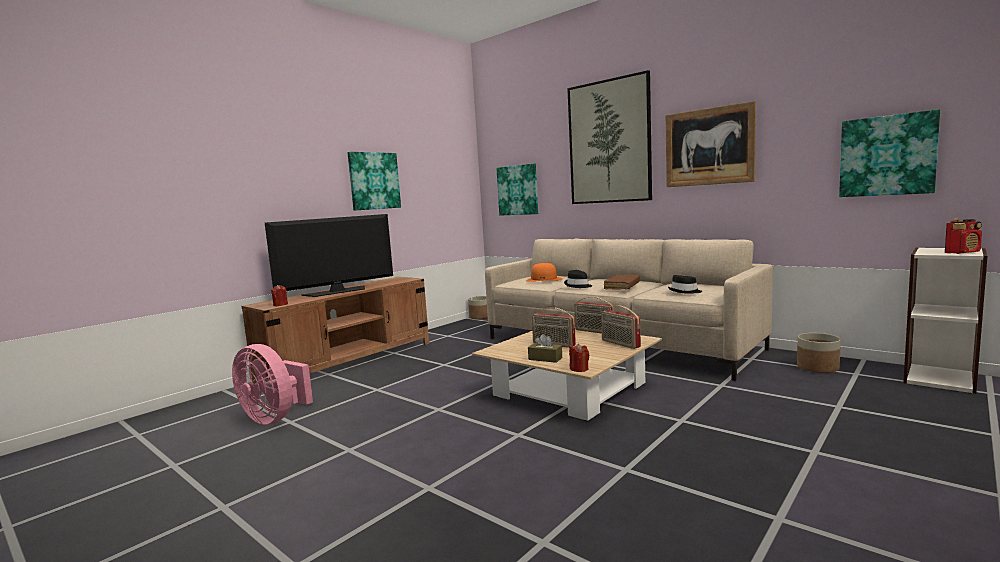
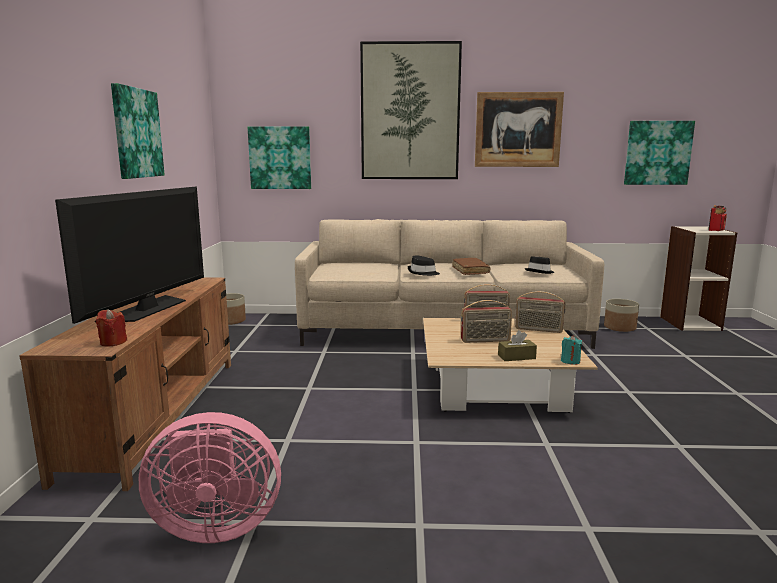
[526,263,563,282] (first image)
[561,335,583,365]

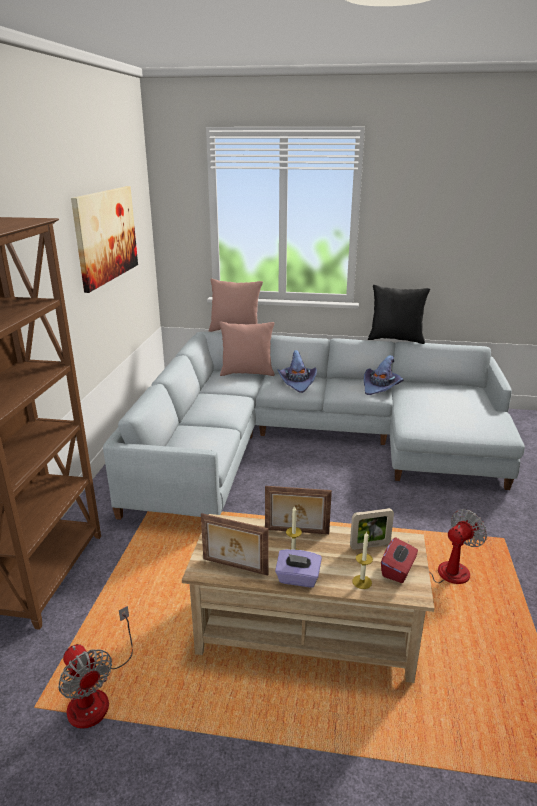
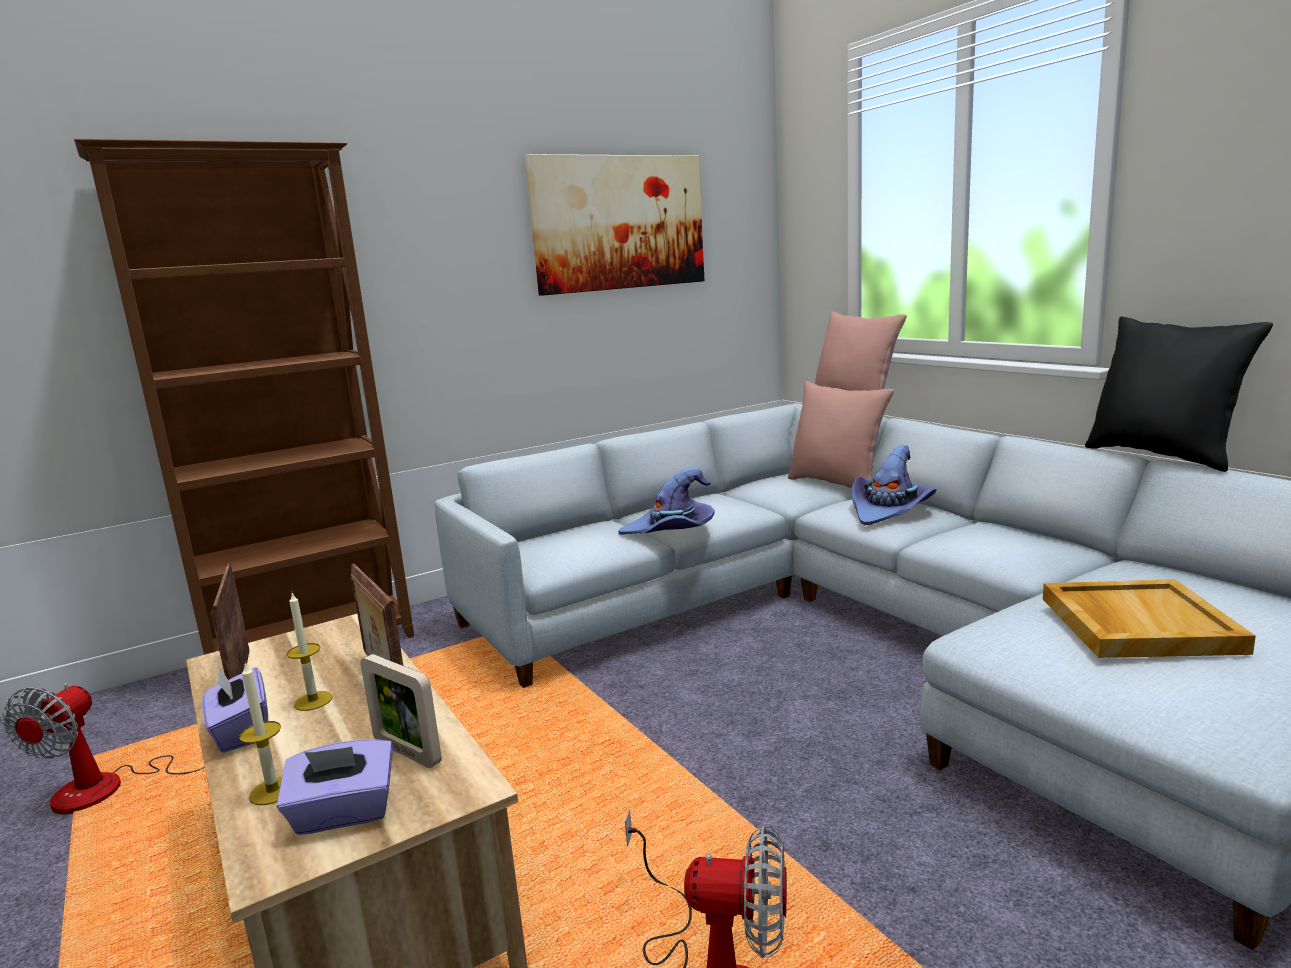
[1043,579,1256,658]
[618,468,715,535]
[277,739,393,835]

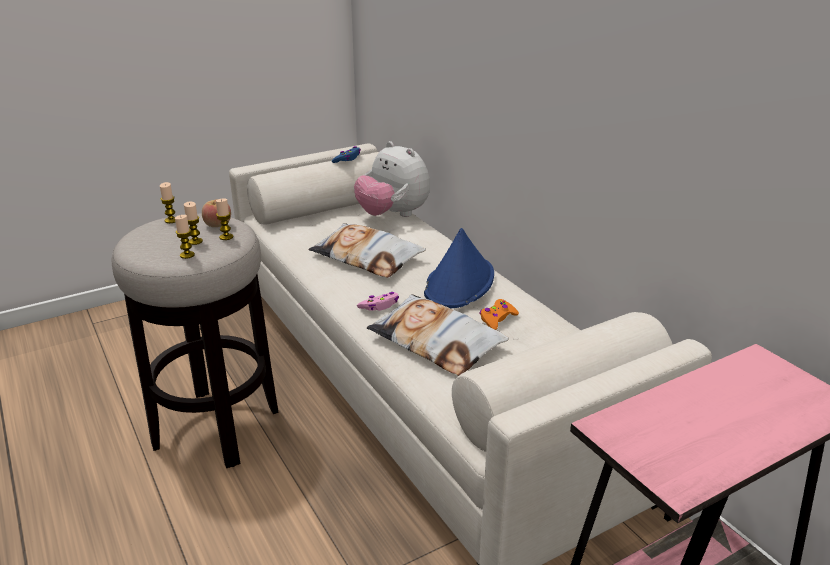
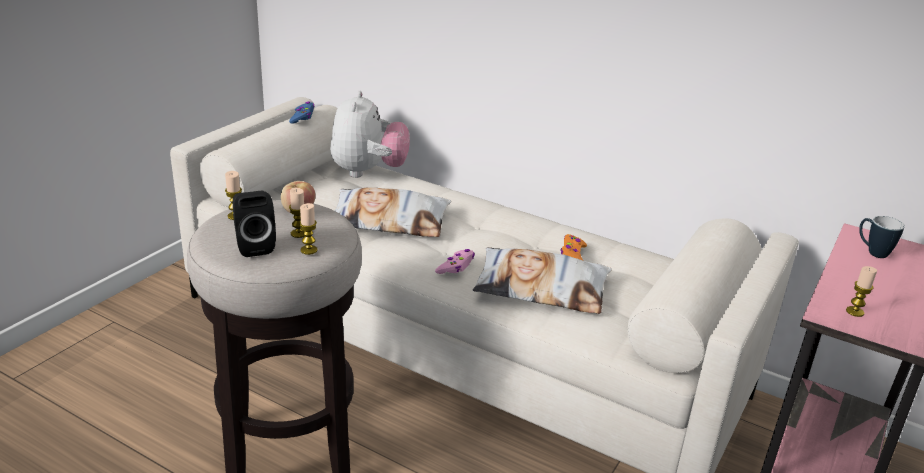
[424,228,494,308] (first image)
[233,191,276,257]
[859,216,905,258]
[846,266,877,317]
[330,91,410,178]

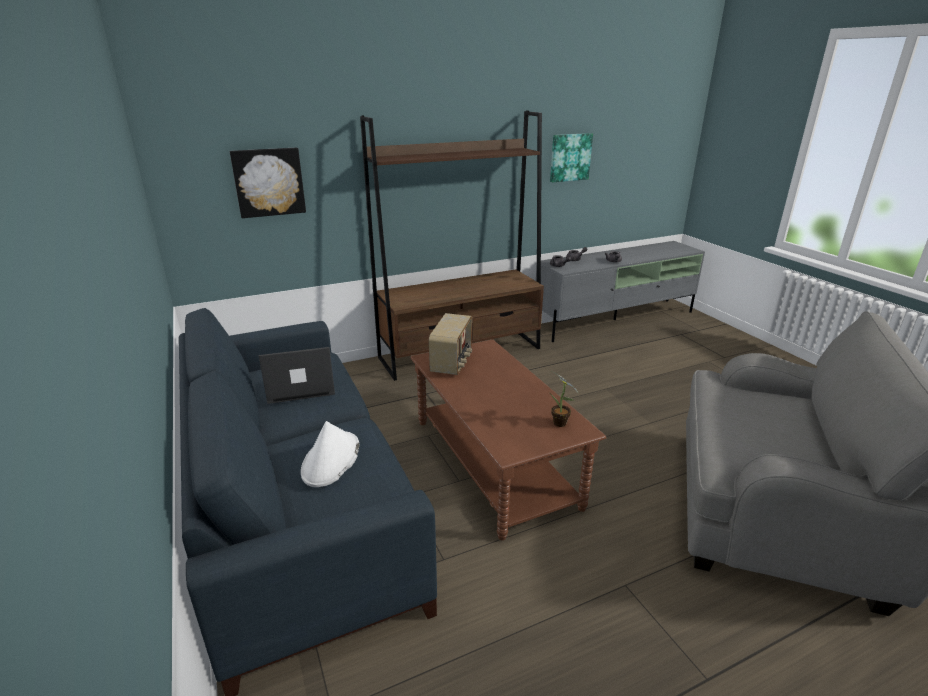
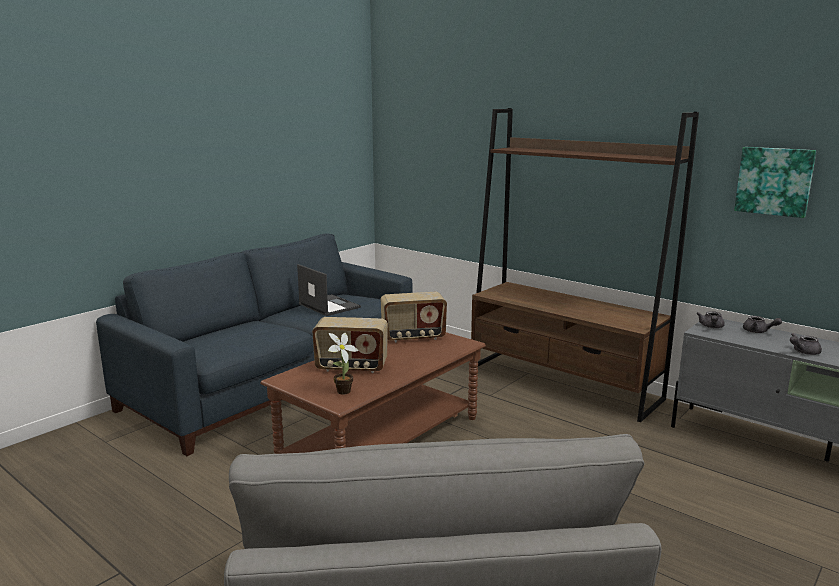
[230,148,306,218] (first image)
[301,421,359,487] (first image)
[312,317,388,373]

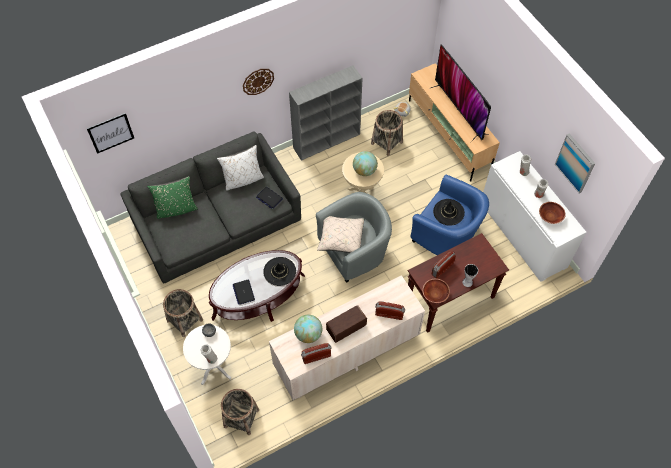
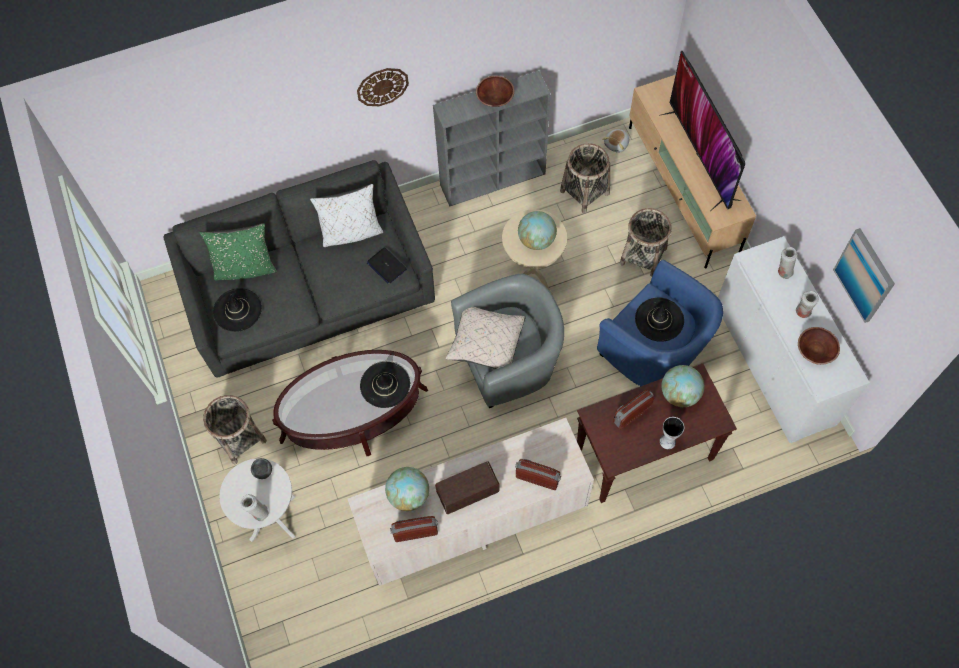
[87,113,134,154] (first image)
[233,280,255,305] (first image)
[213,288,262,332]
[661,365,704,407]
[620,208,672,277]
[476,75,514,107]

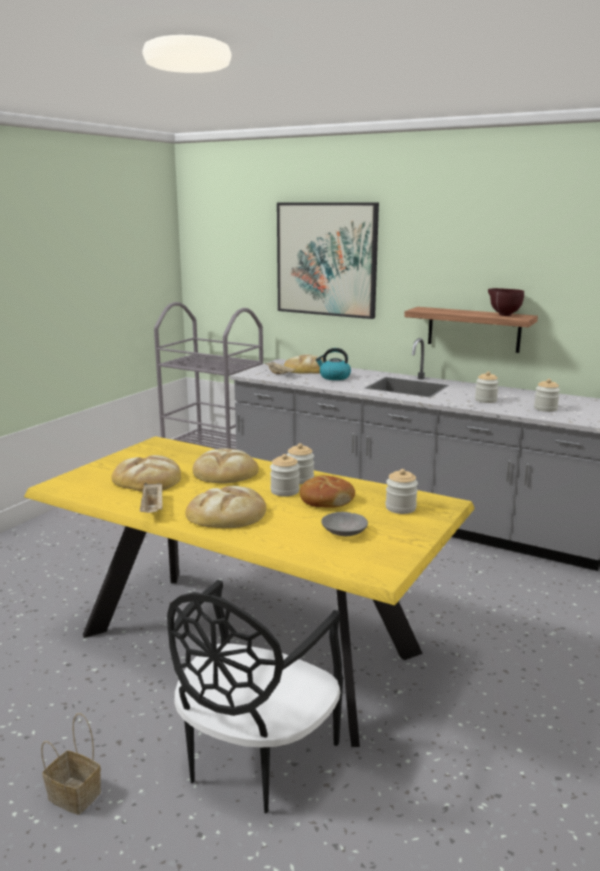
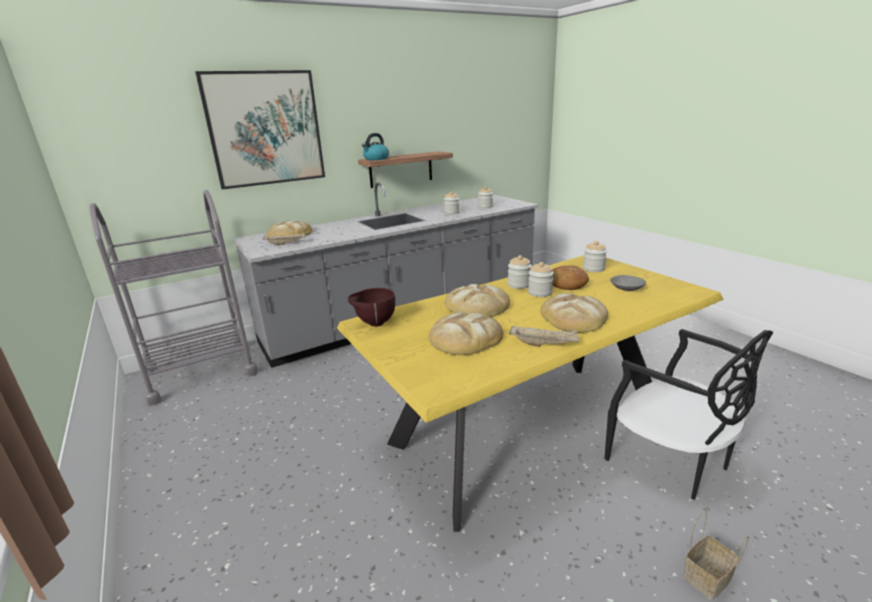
[362,133,389,160]
[348,288,395,327]

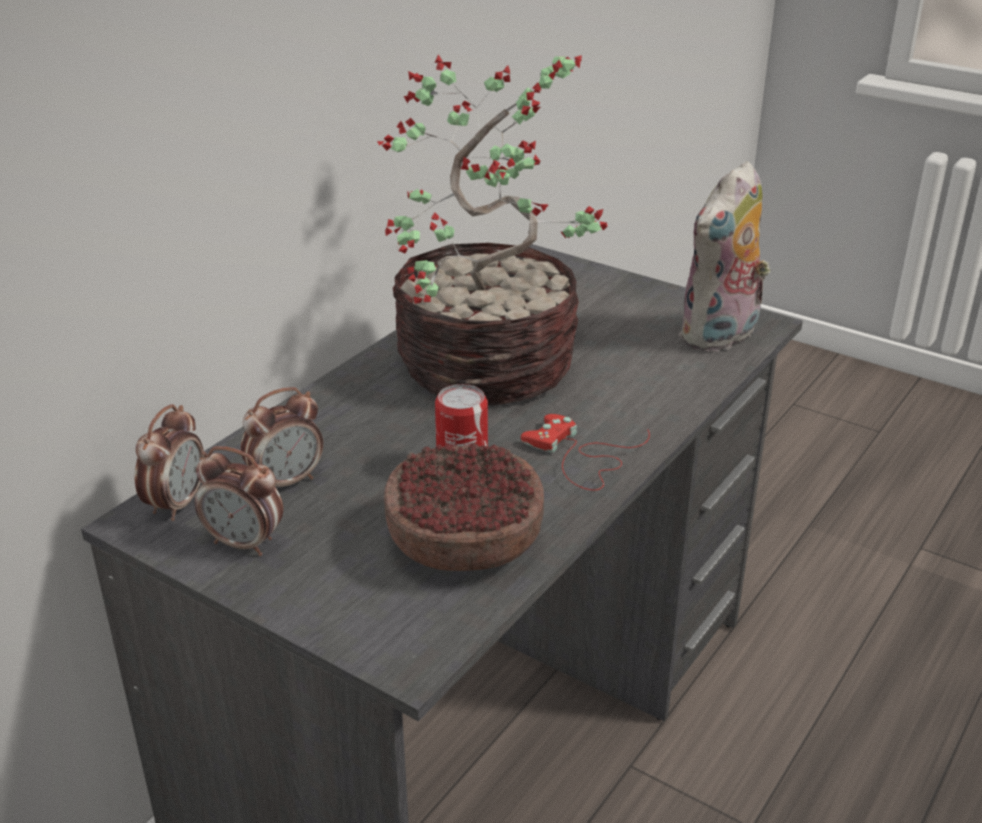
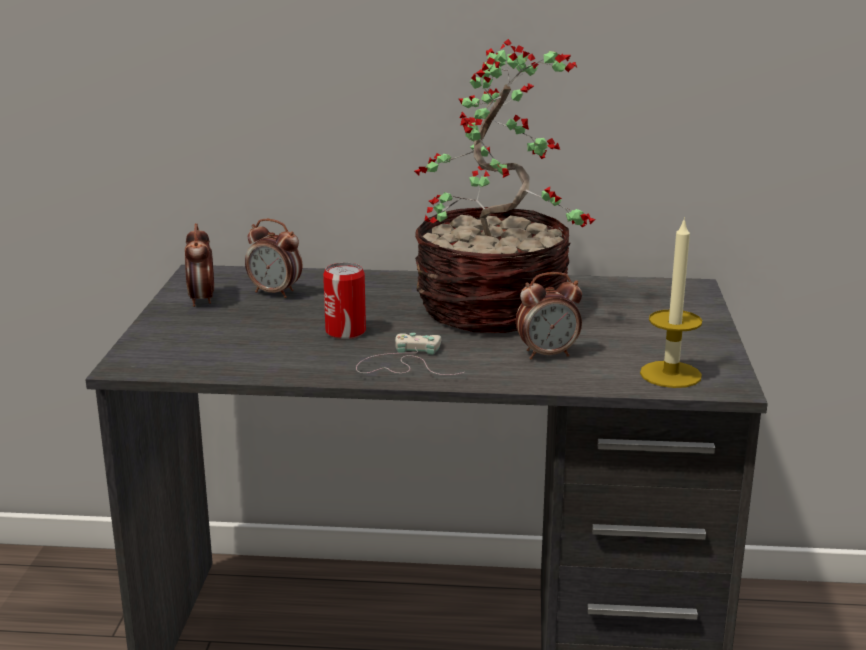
[384,443,544,571] (first image)
[516,272,582,359]
[640,217,702,388]
[356,333,465,375]

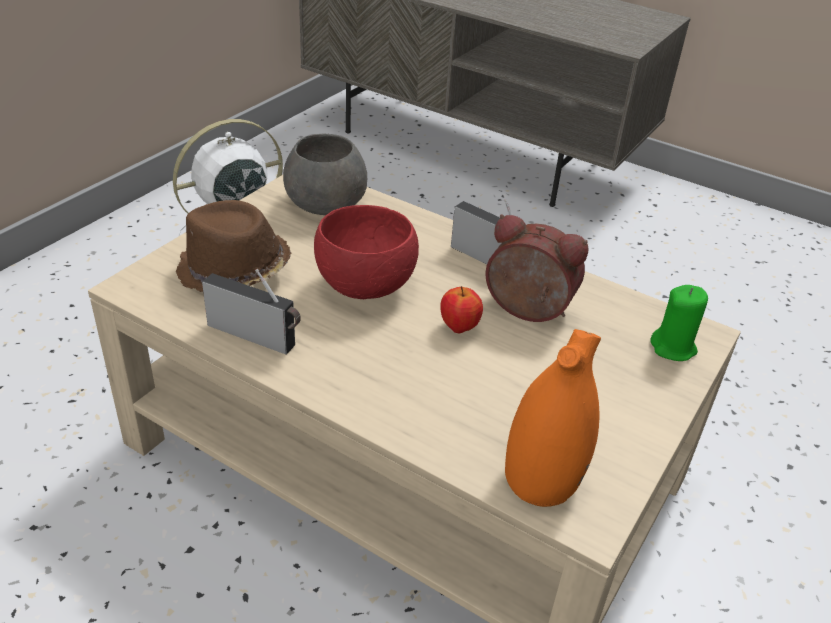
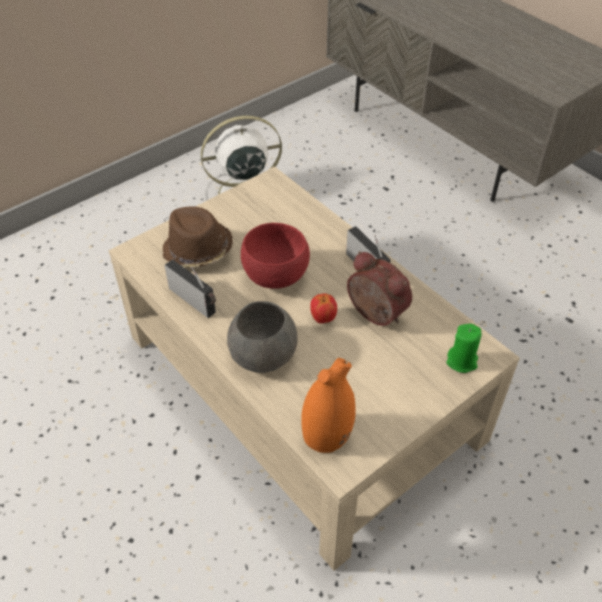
[227,301,298,373]

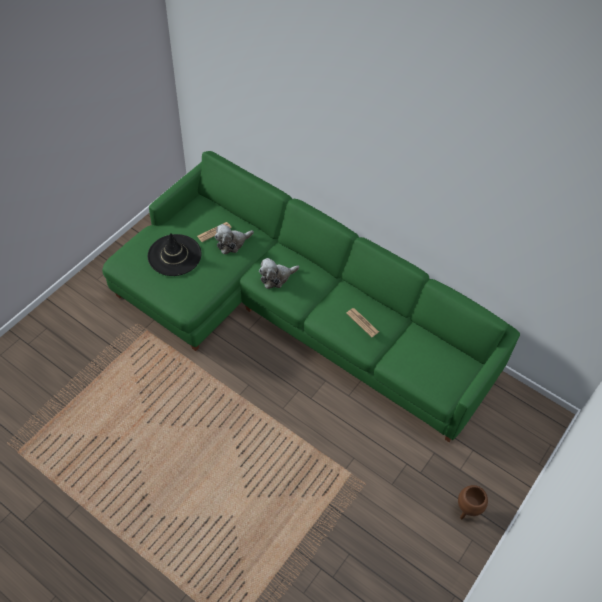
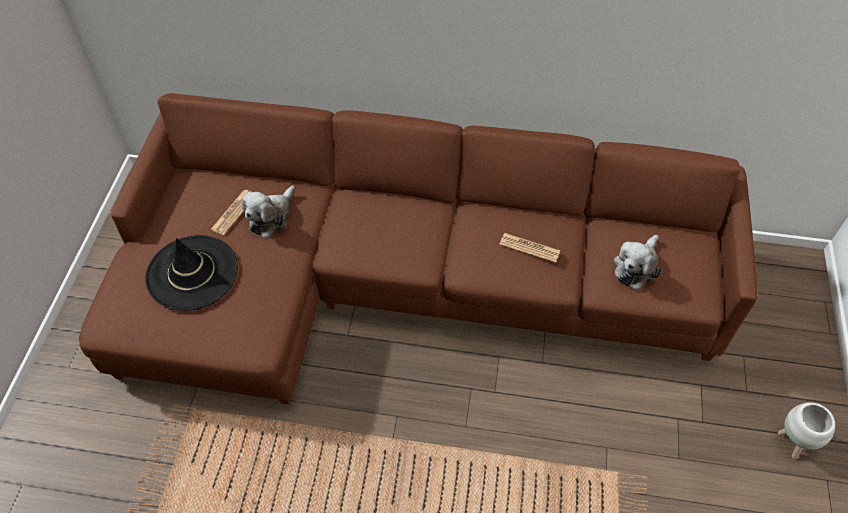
[614,235,661,291]
[79,93,757,405]
[778,402,835,459]

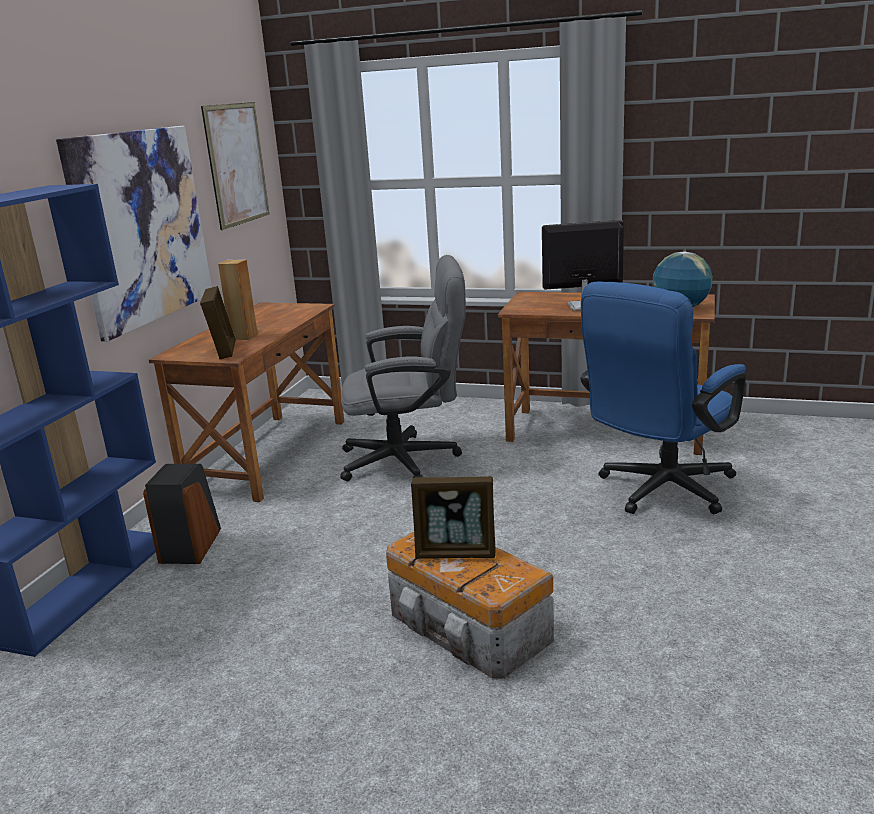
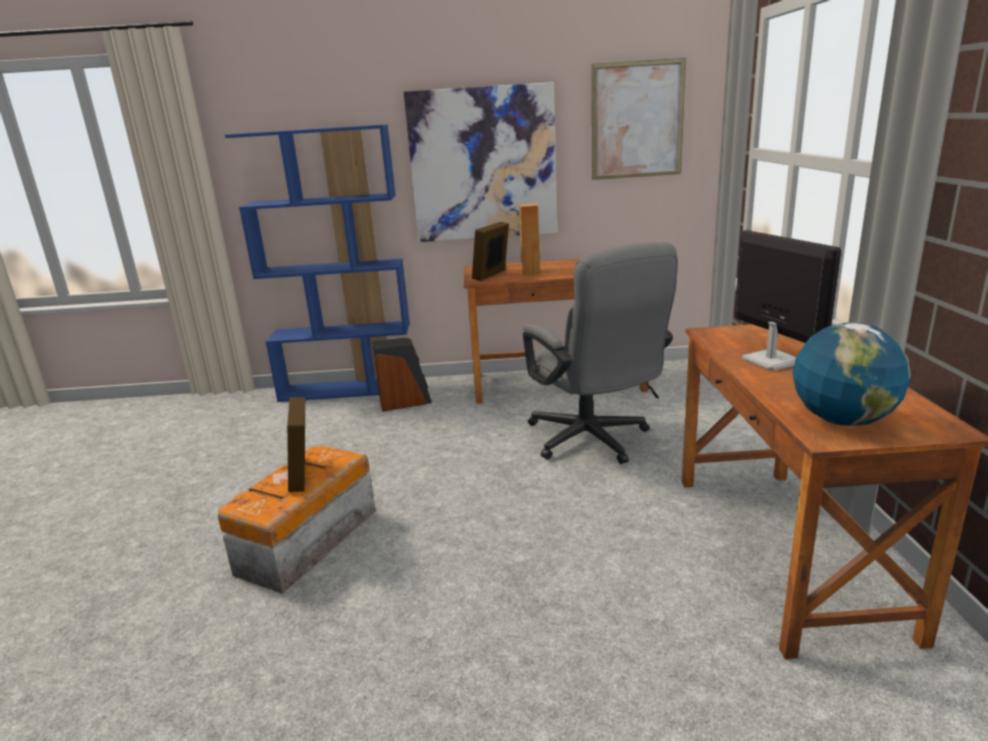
[581,281,746,514] (first image)
[472,222,509,281]

